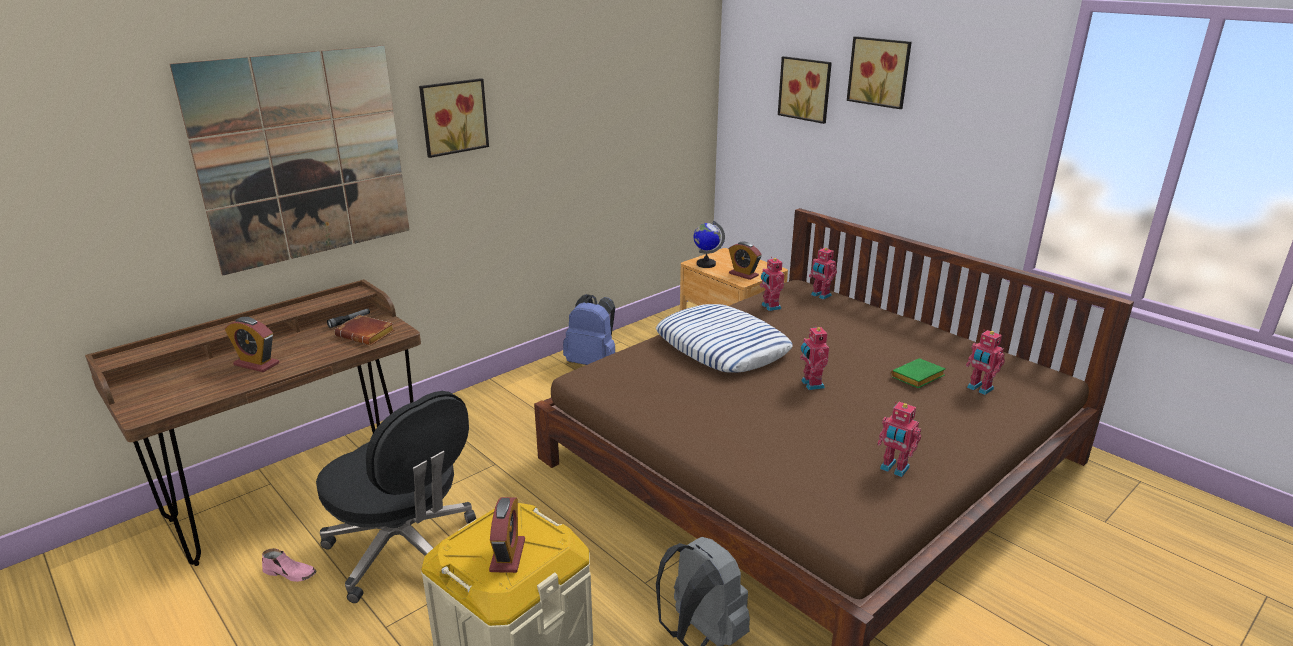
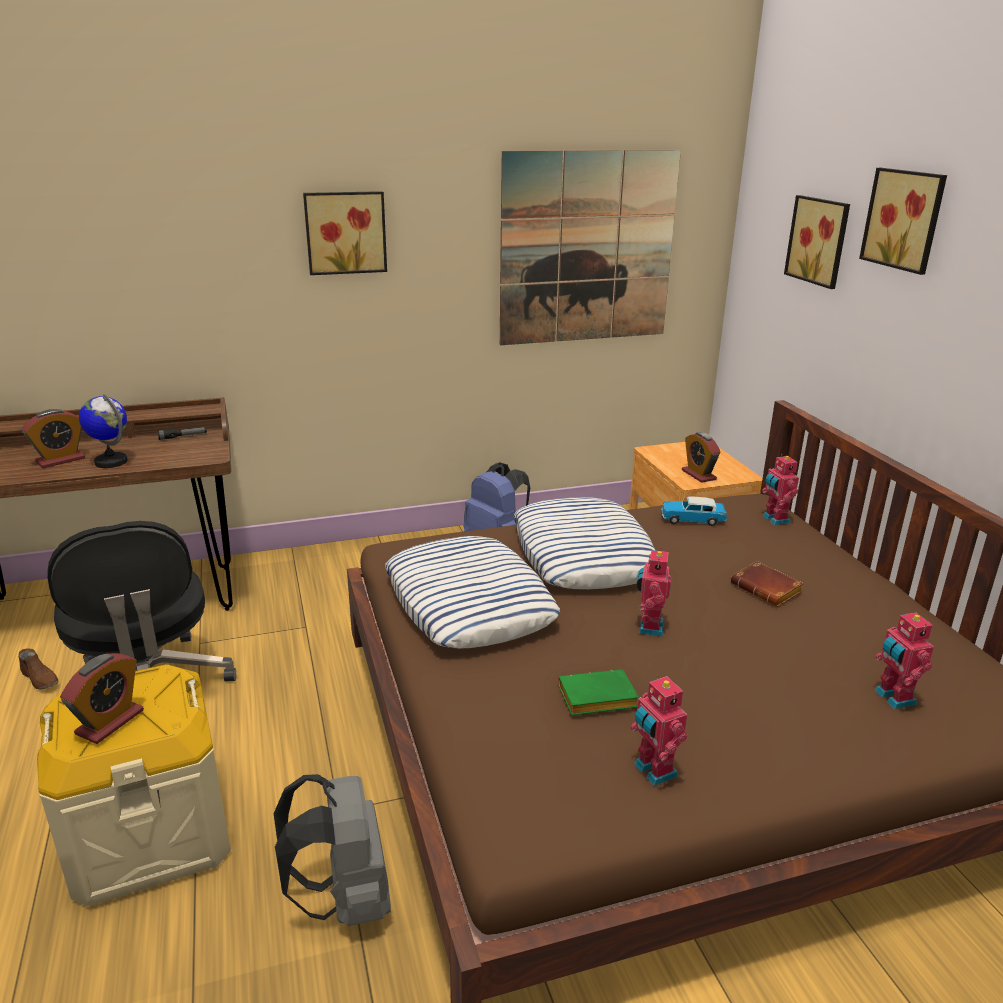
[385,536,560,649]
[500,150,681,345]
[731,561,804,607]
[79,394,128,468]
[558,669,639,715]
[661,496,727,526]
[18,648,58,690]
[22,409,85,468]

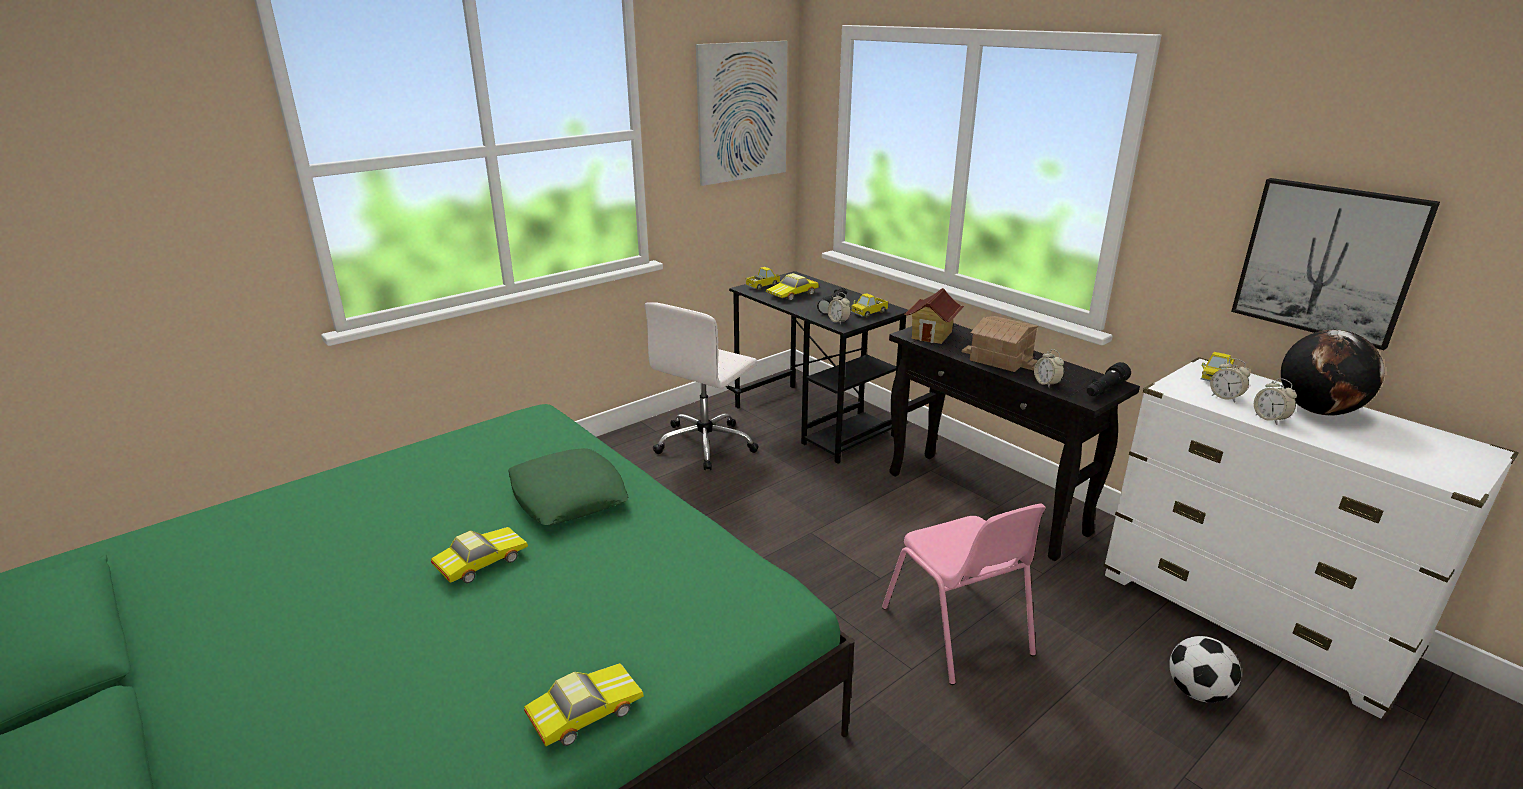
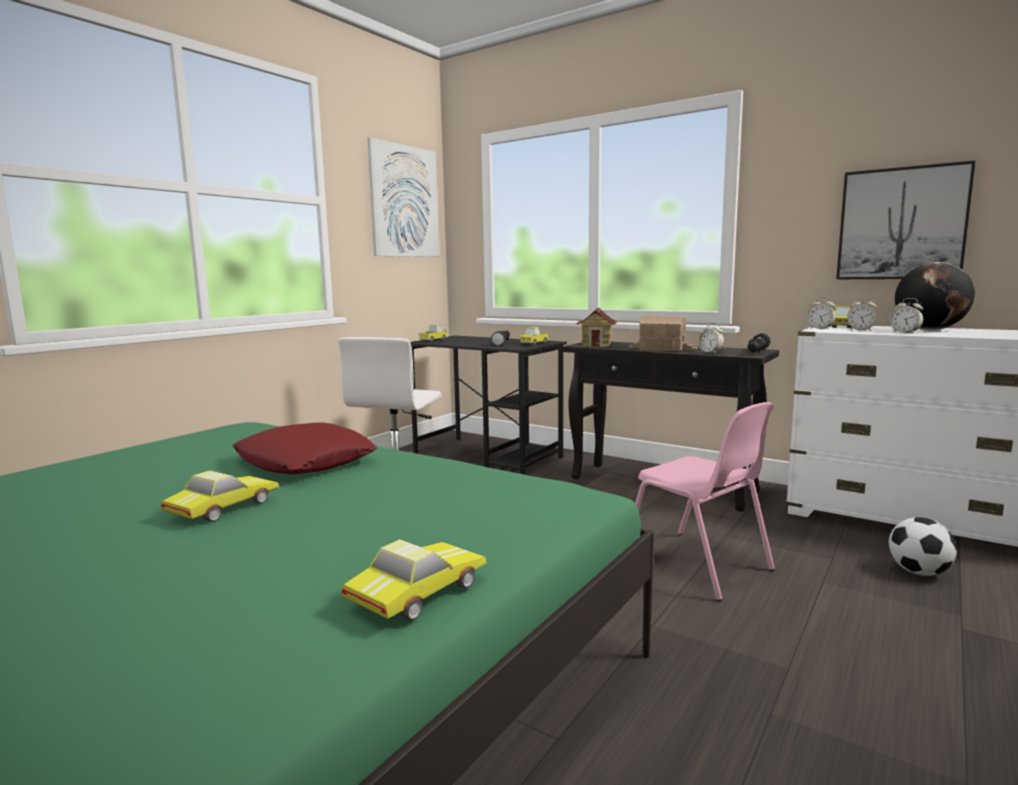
[766,273,819,301] (first image)
[807,297,836,330]
[233,422,377,475]

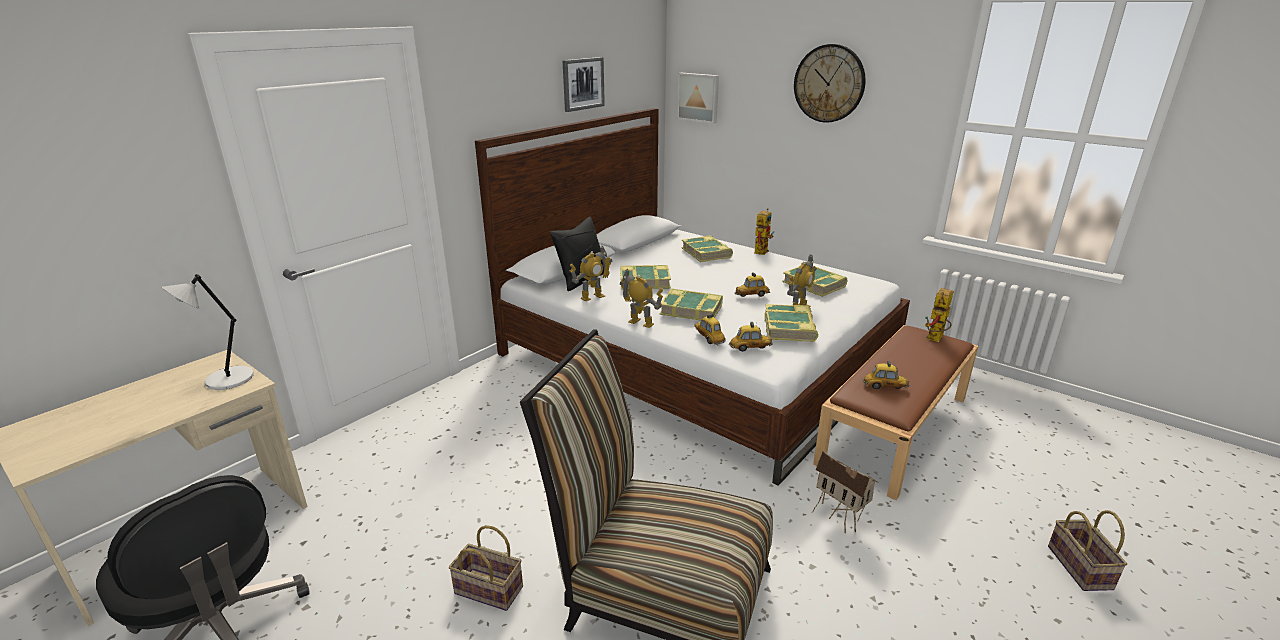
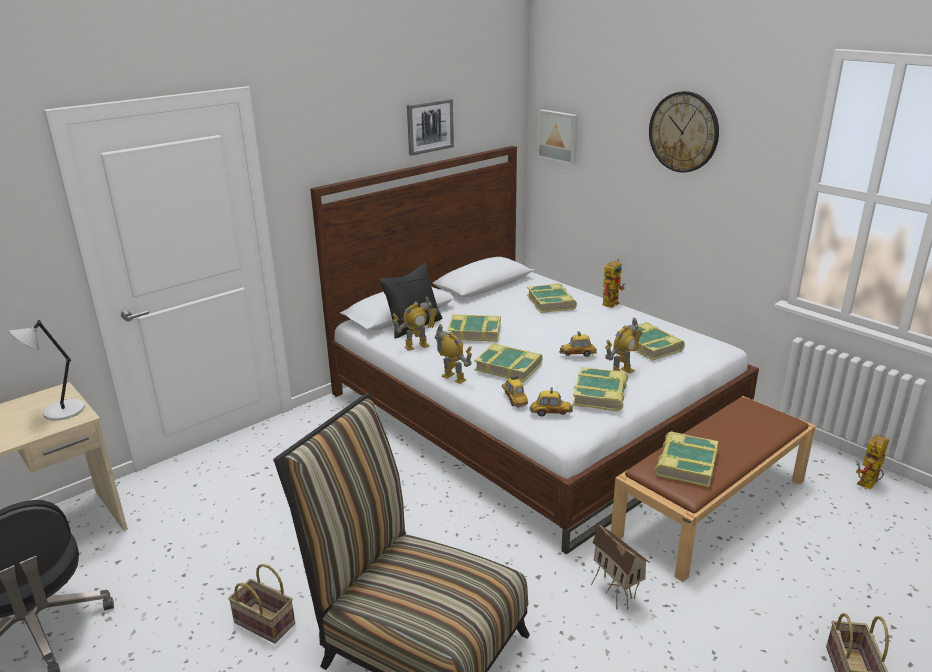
[856,434,889,489]
[655,431,718,487]

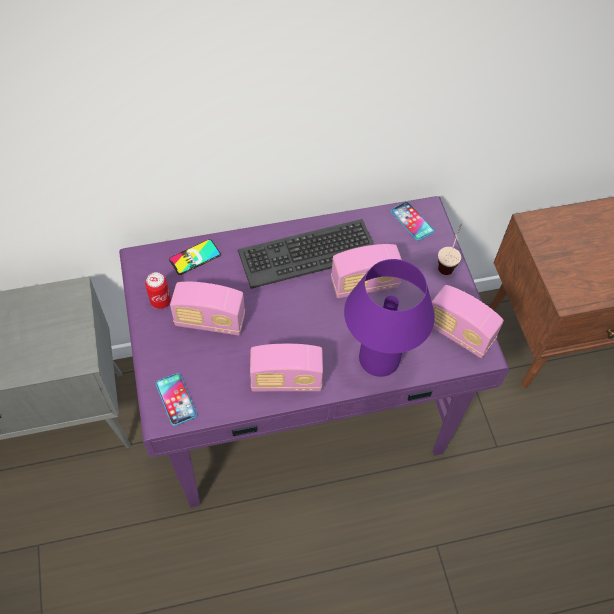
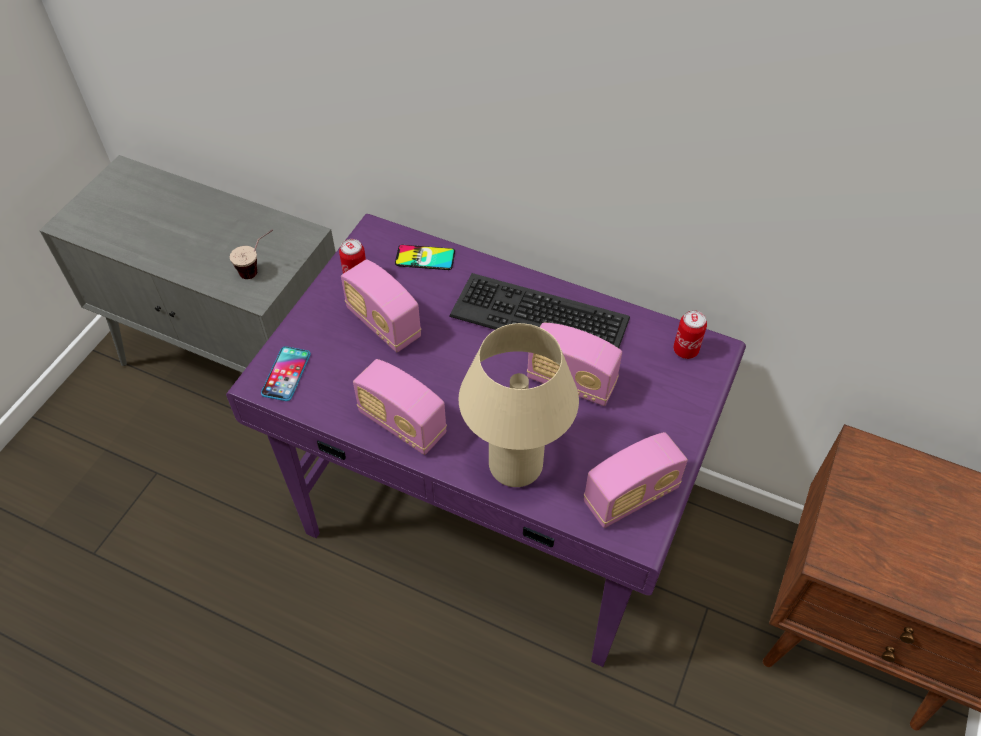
[230,229,273,279]
[673,310,707,359]
[459,323,579,487]
[584,432,688,528]

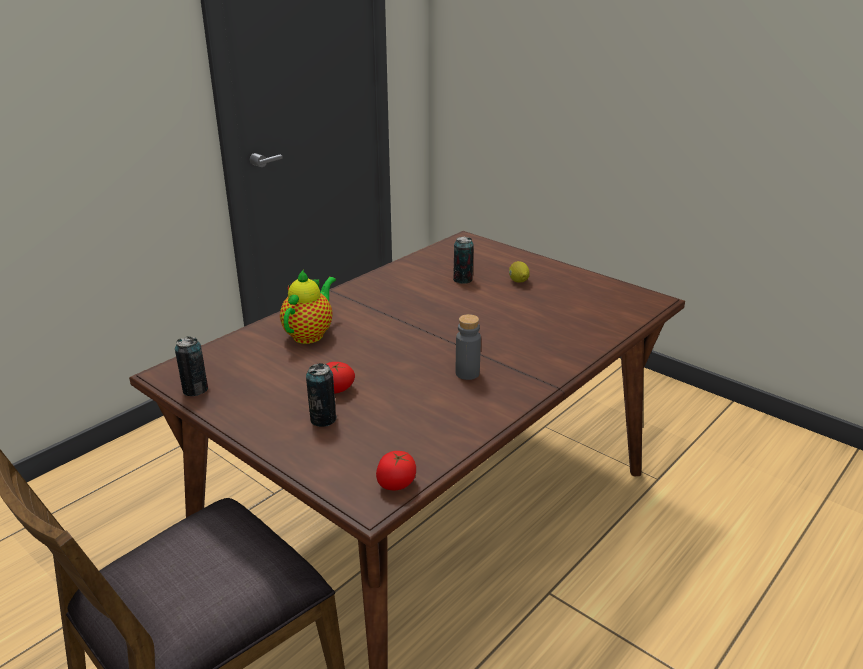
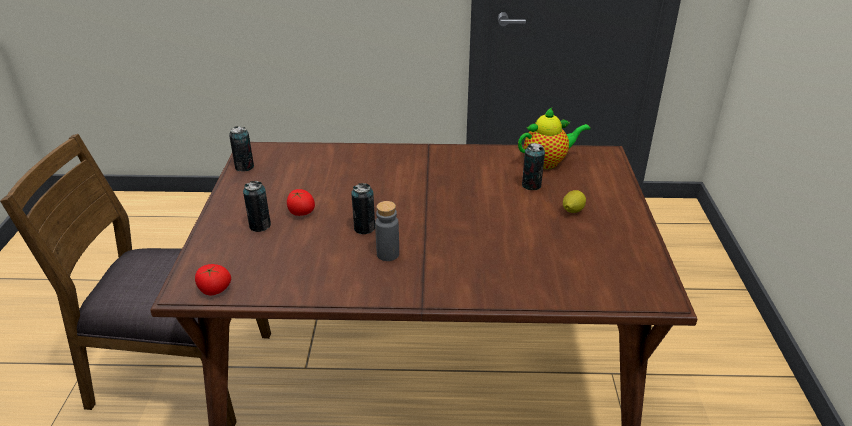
[351,183,375,234]
[518,108,590,169]

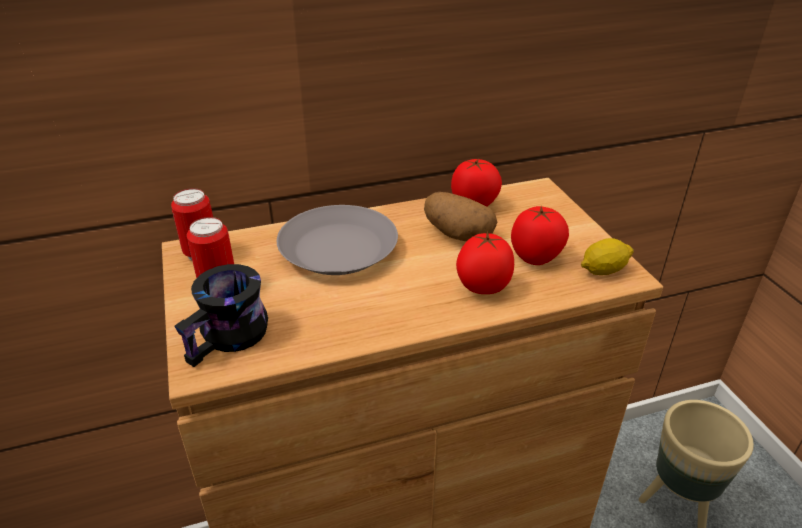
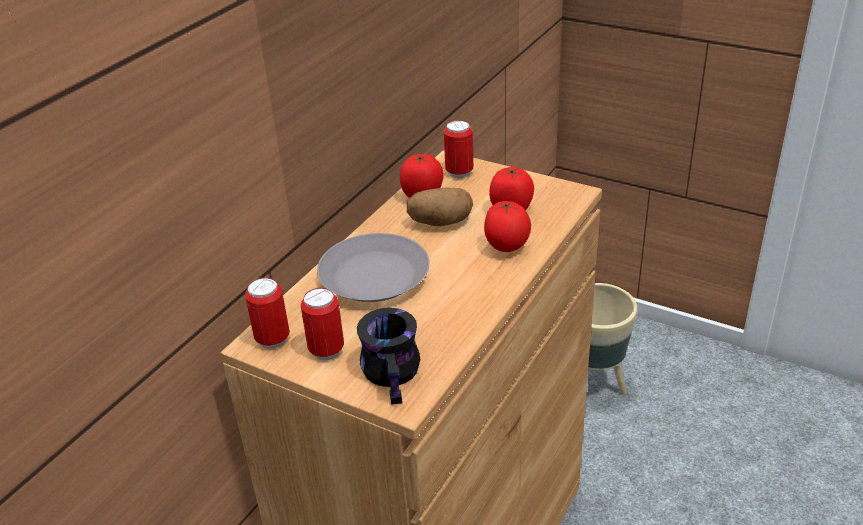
[581,238,634,275] (first image)
[444,120,473,178]

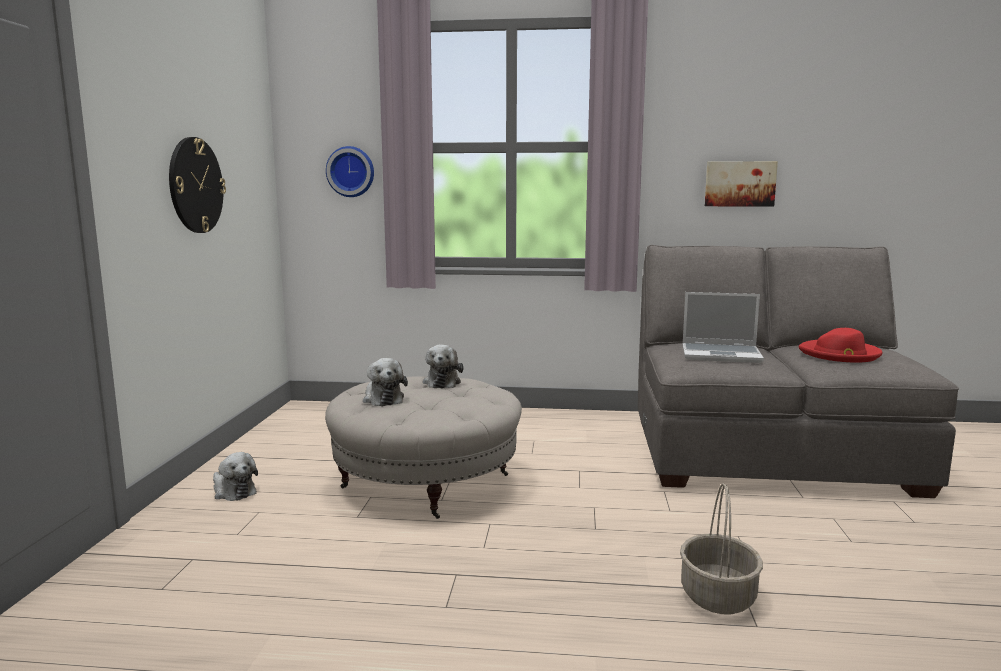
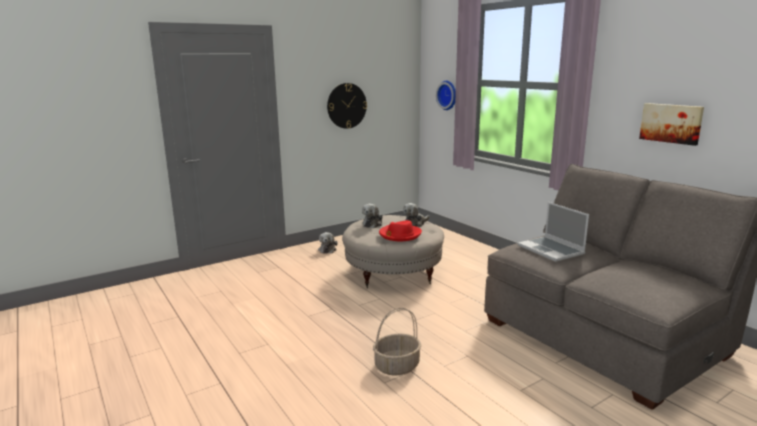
[379,220,422,241]

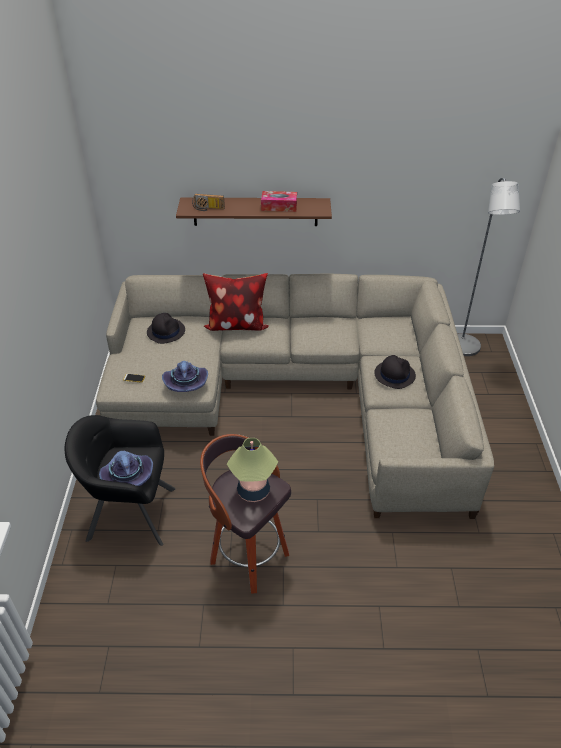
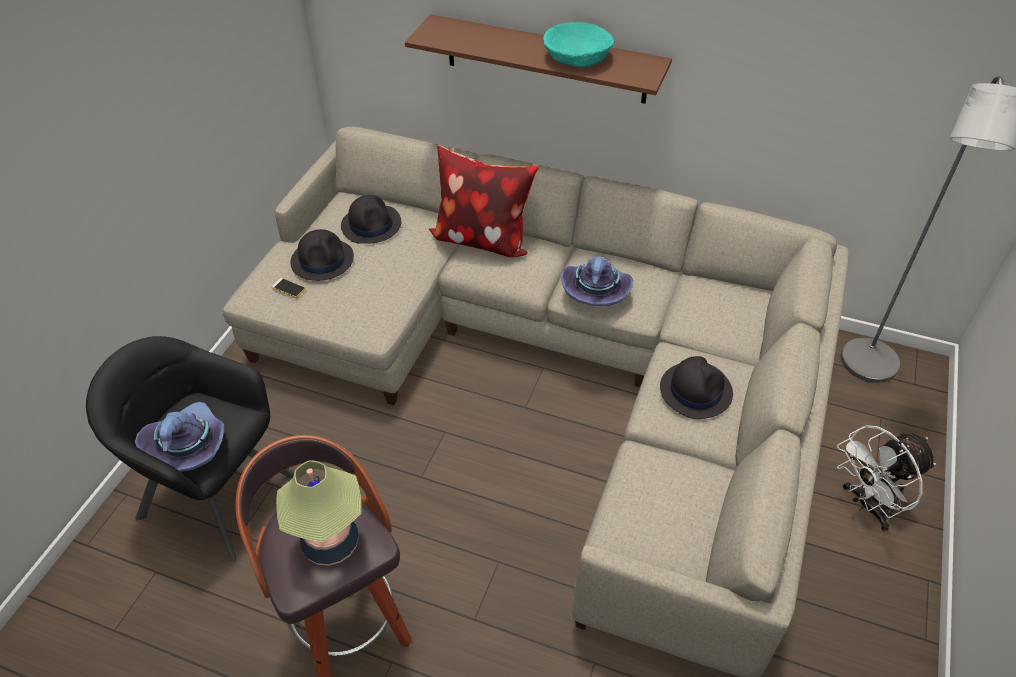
[192,194,225,211] (first image)
[290,229,354,281]
[837,425,936,532]
[561,256,633,306]
[543,22,614,67]

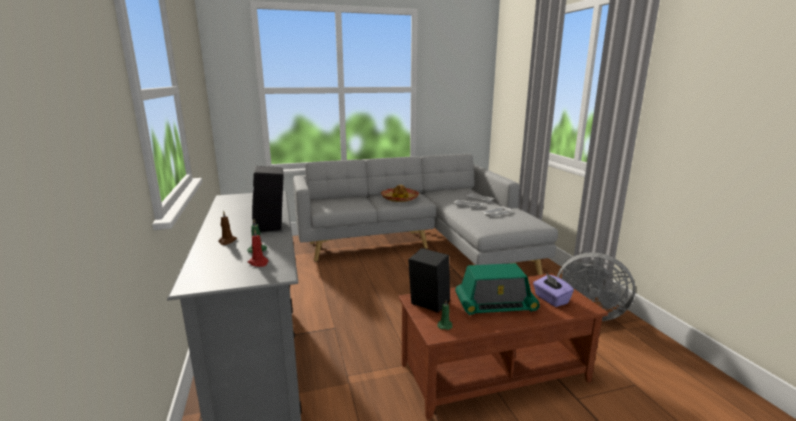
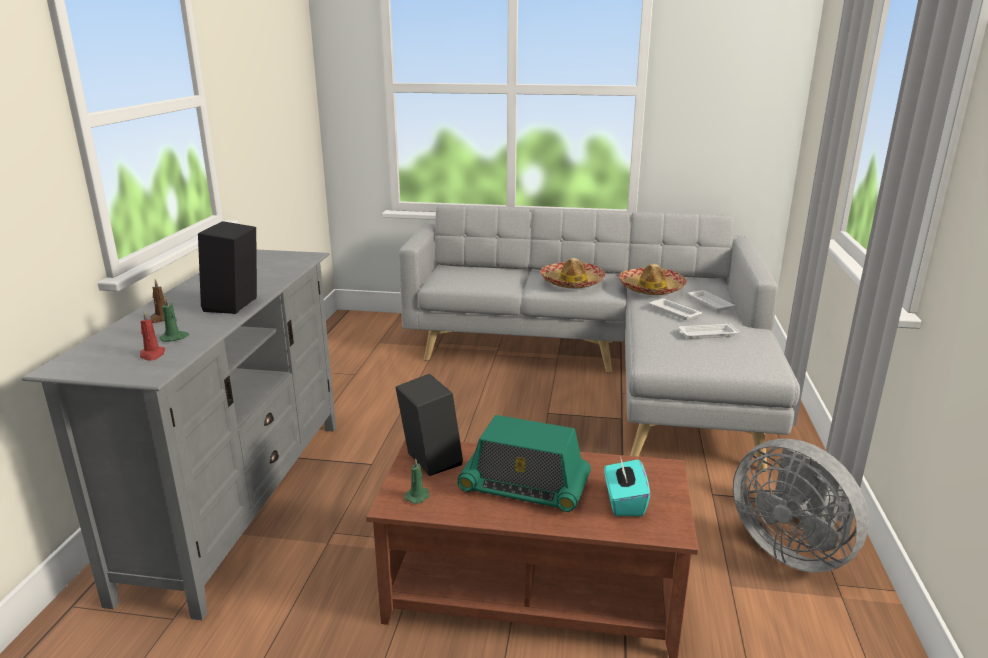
[618,264,687,295]
[604,456,650,516]

